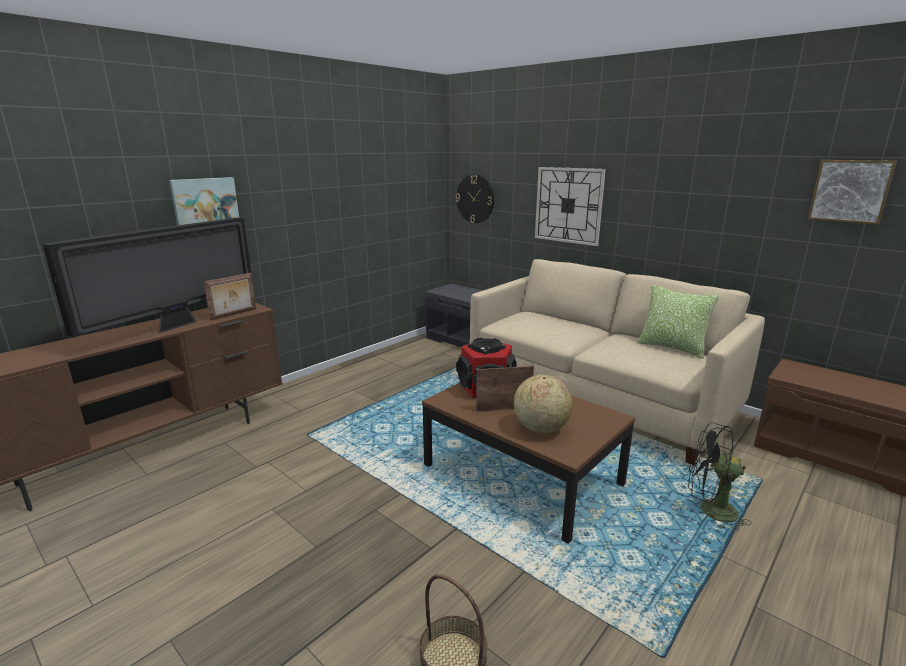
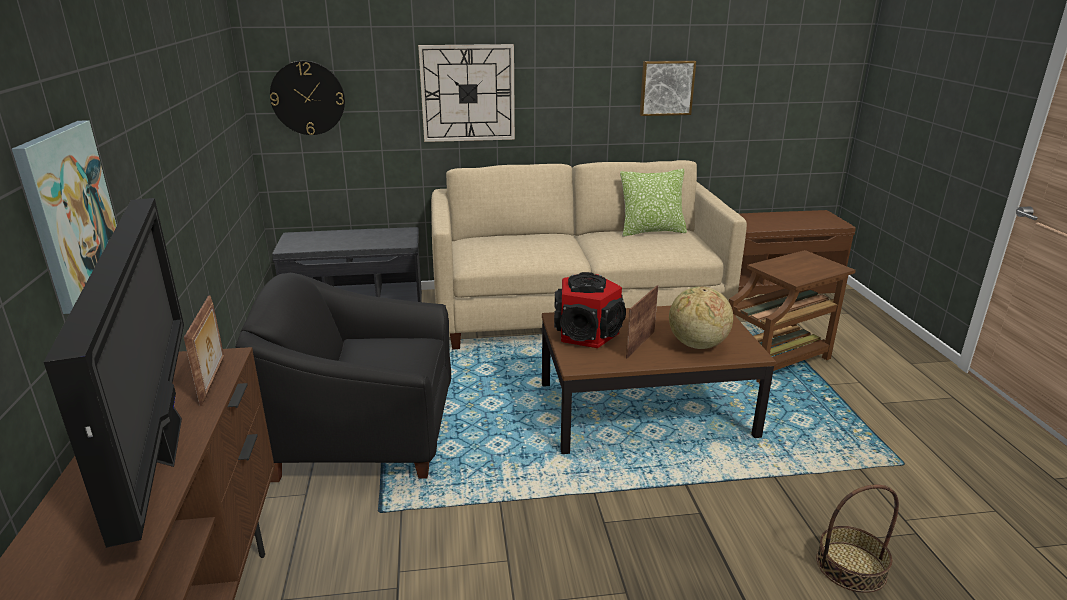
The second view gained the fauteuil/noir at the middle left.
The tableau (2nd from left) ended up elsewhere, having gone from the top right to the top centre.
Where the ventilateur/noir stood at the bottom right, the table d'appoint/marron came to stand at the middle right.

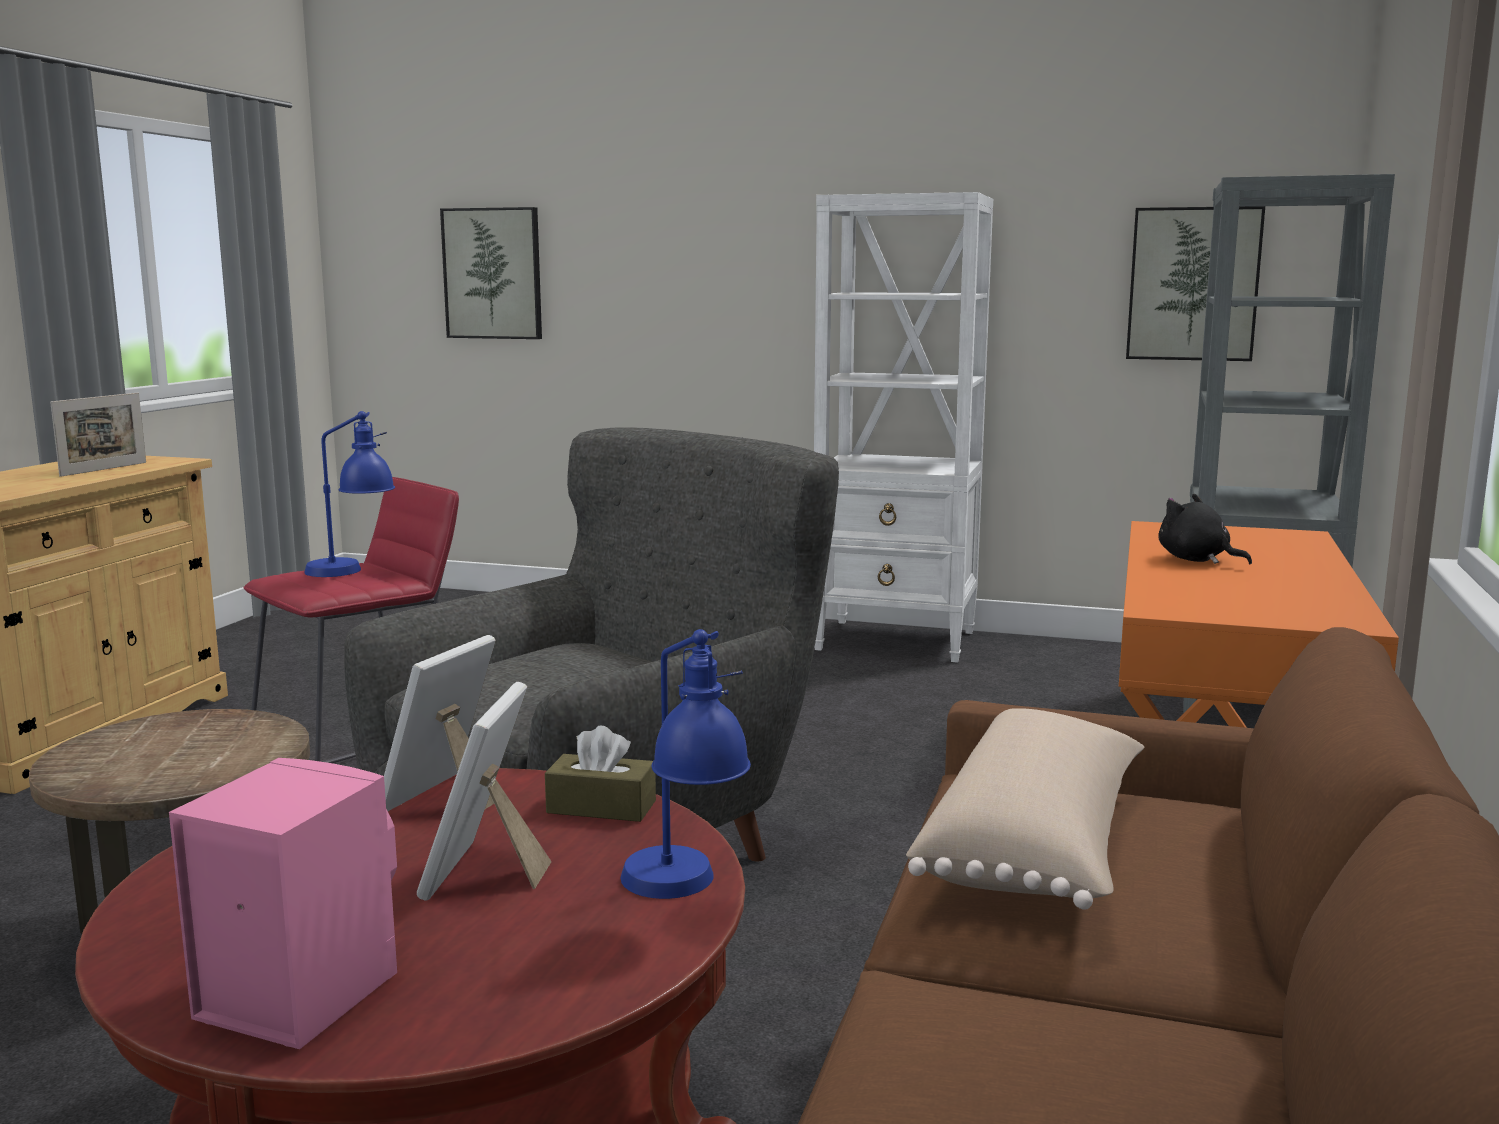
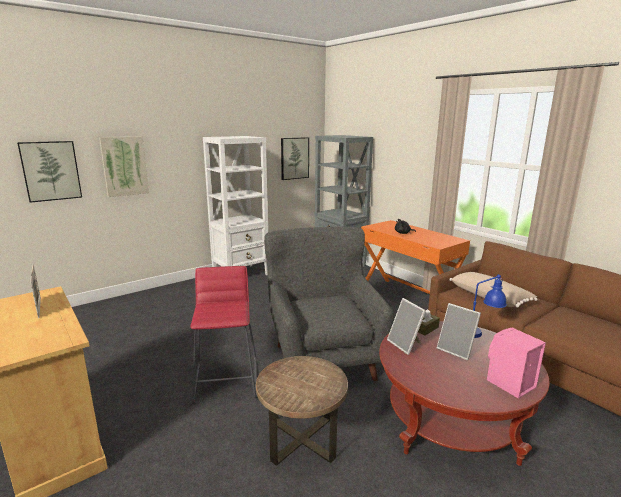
The second view gained the tableau (2nd from left) at the middle left.
The second view lost the lampe de table/bleu (1st from left) at the middle left.

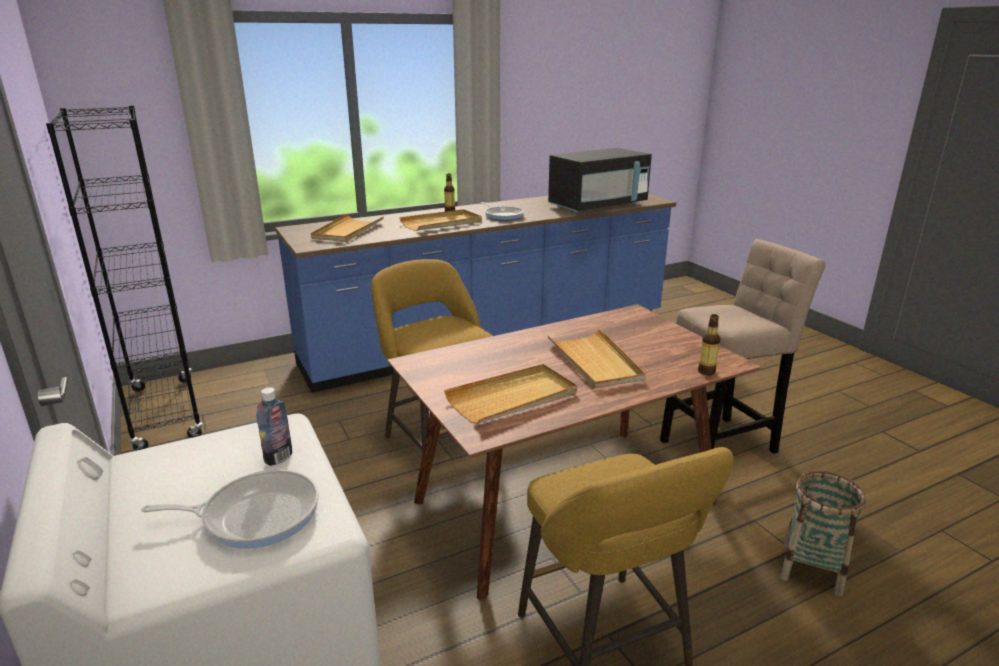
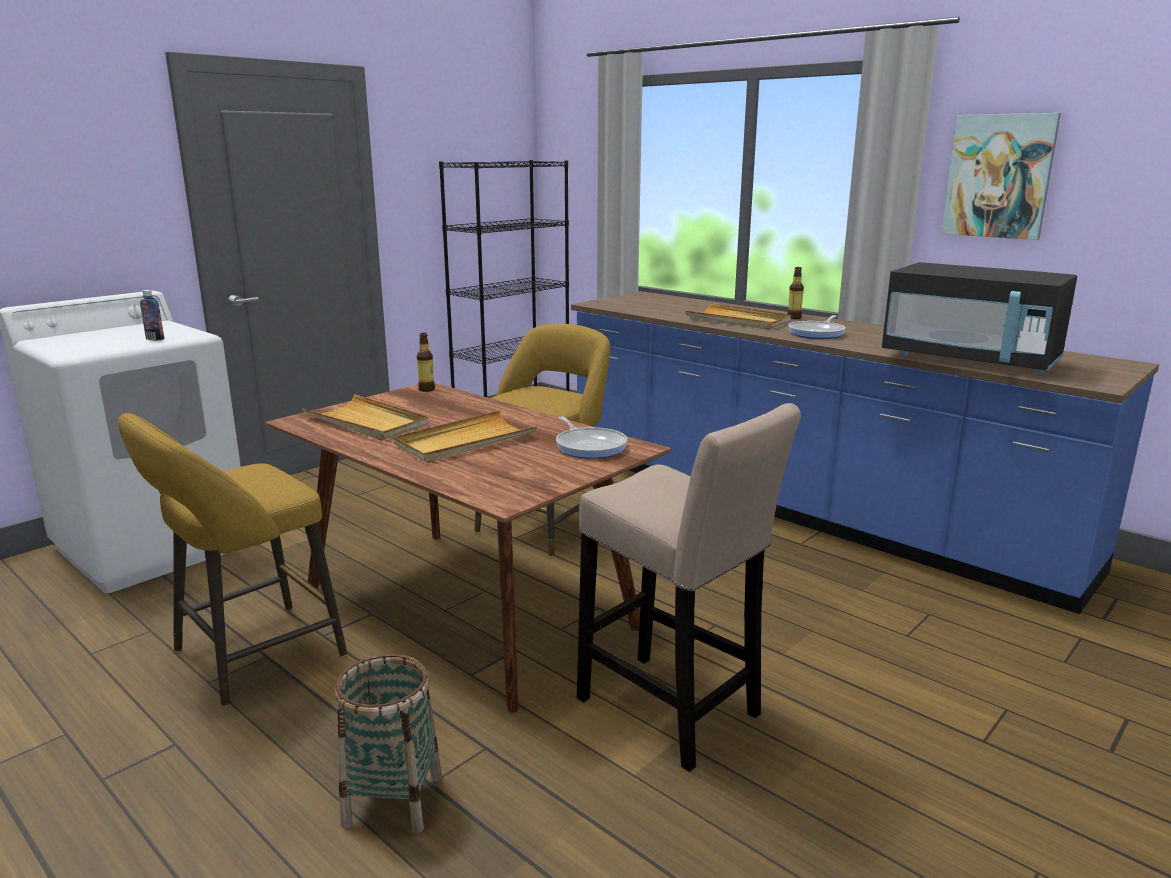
The bouteille (3rd from left in the first image) ended up elsewhere, having gone from the middle right to the centre.
The poêle (1st from left) ended up elsewhere, having gone from the bottom left to the centre.
The second view gained the tableau at the top right.
The second view lost the plateau/beige (1st from left) at the centre.

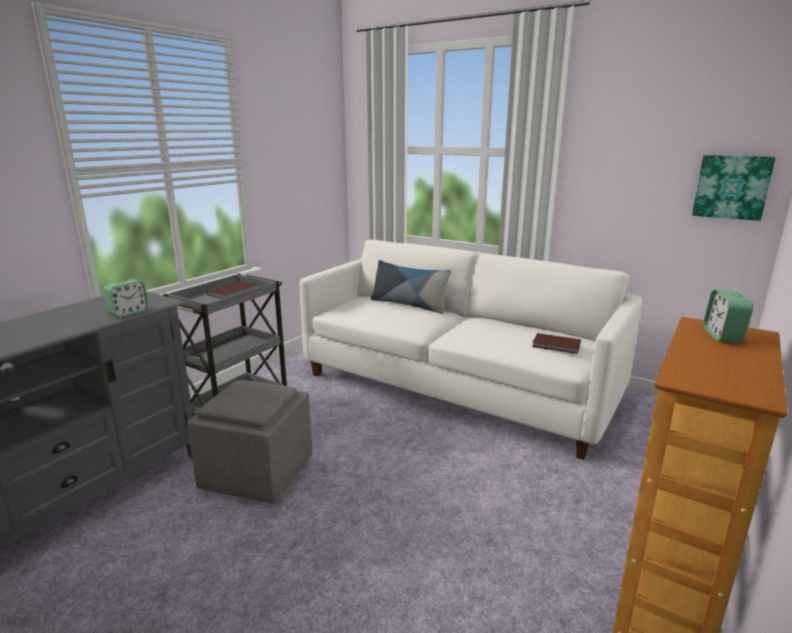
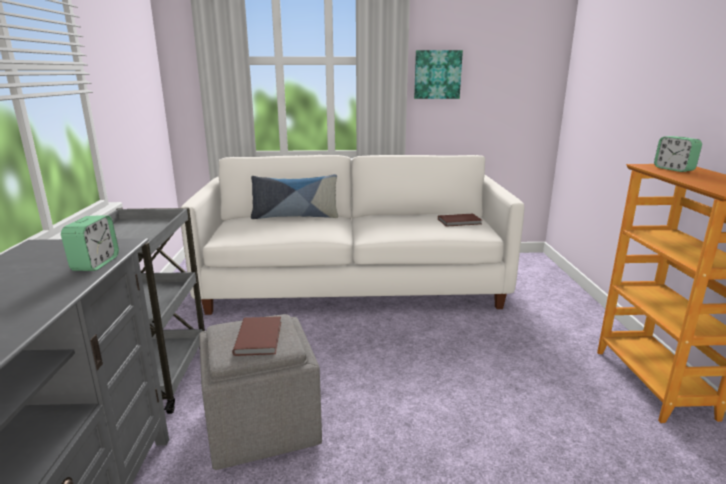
The livre/marron (1st from left) ended up elsewhere, having gone from the middle left to the bottom centre.
The tableau ended up elsewhere, having gone from the top right to the top centre.

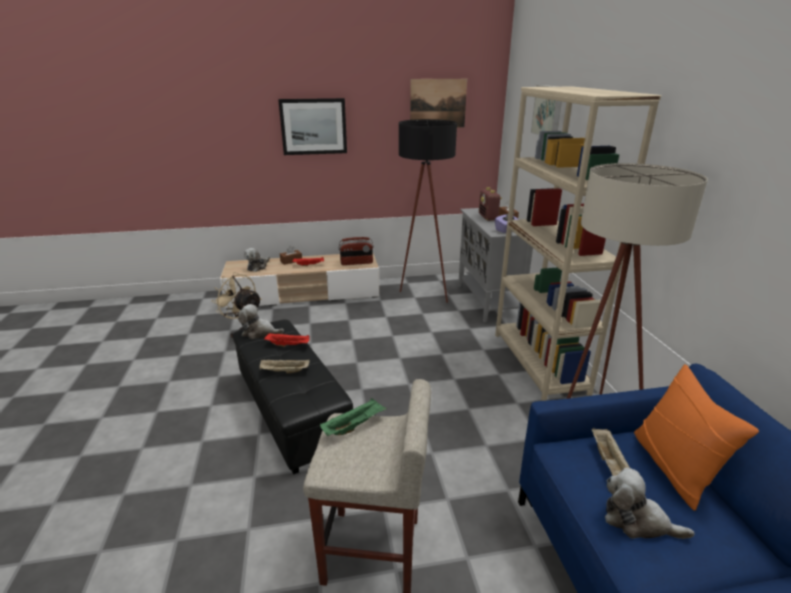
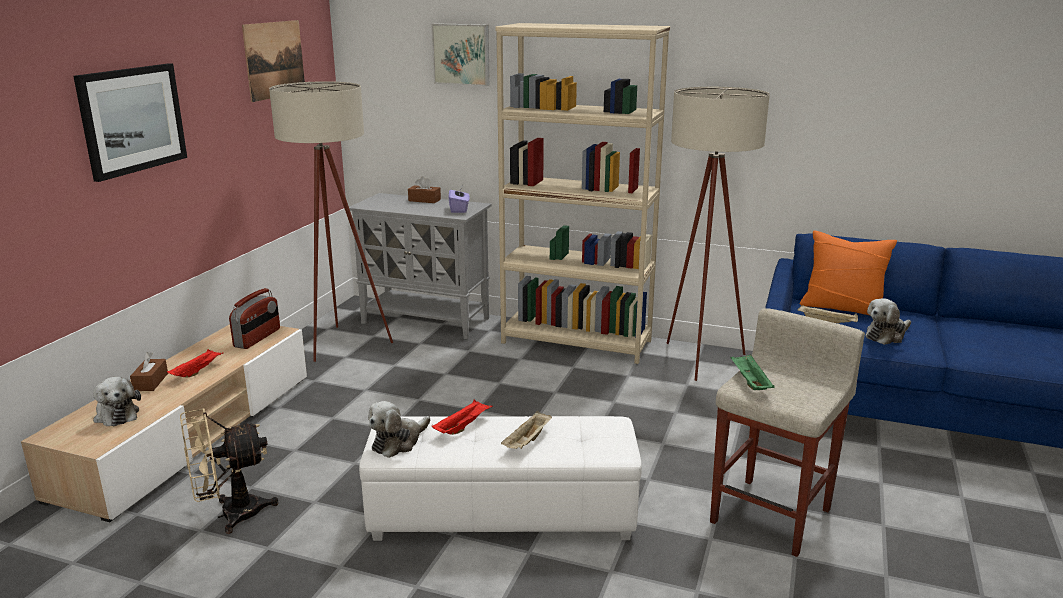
What was the lampadaire/noir at the centre turned into the lampadaire/beige (1st from left) at the middle left.
What was the pouf/noir at the bottom centre turned into the pouf/blanc at the bottom centre.
The second view lost the radio (2nd from left) at the centre.

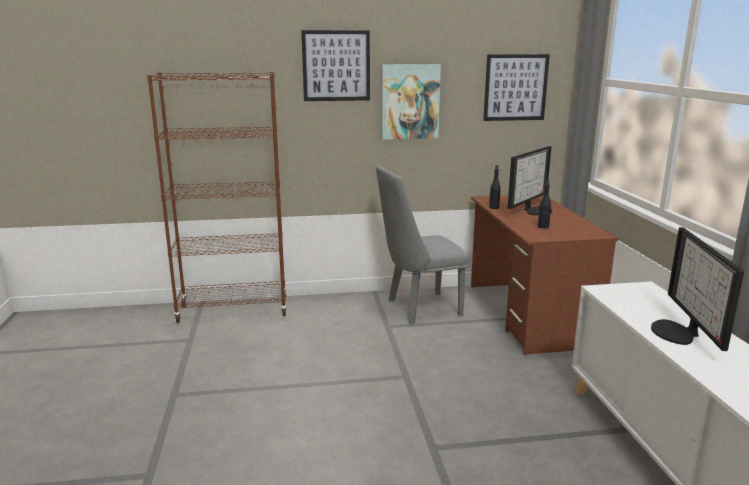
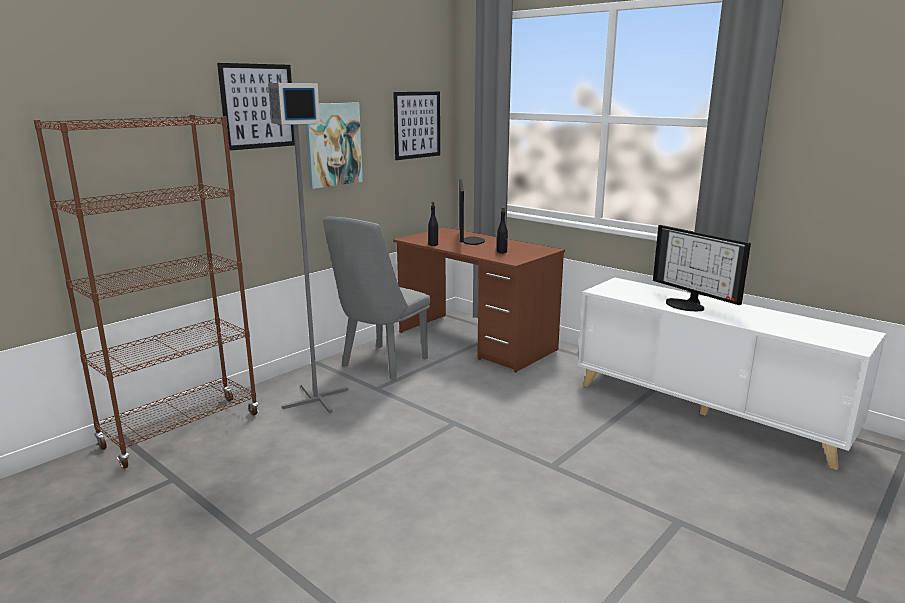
The second view gained the lampadaire/gris at the centre.

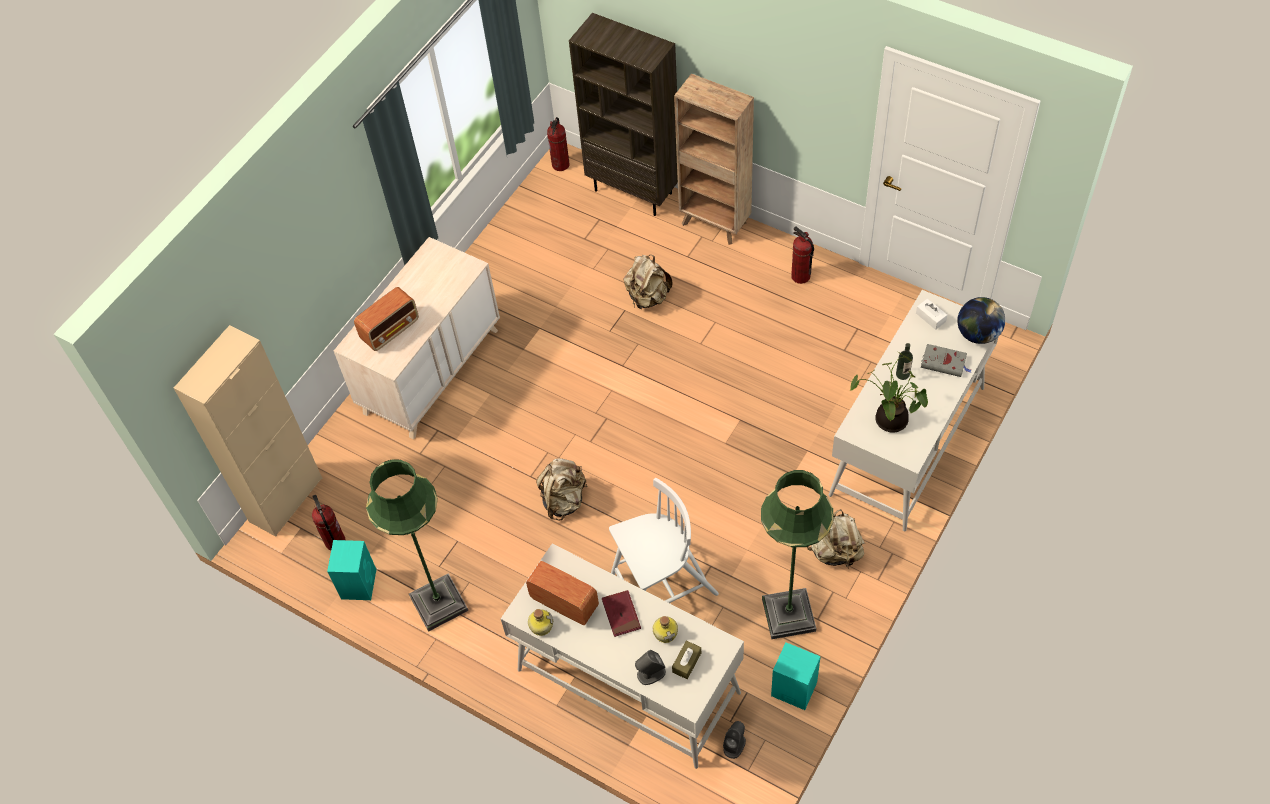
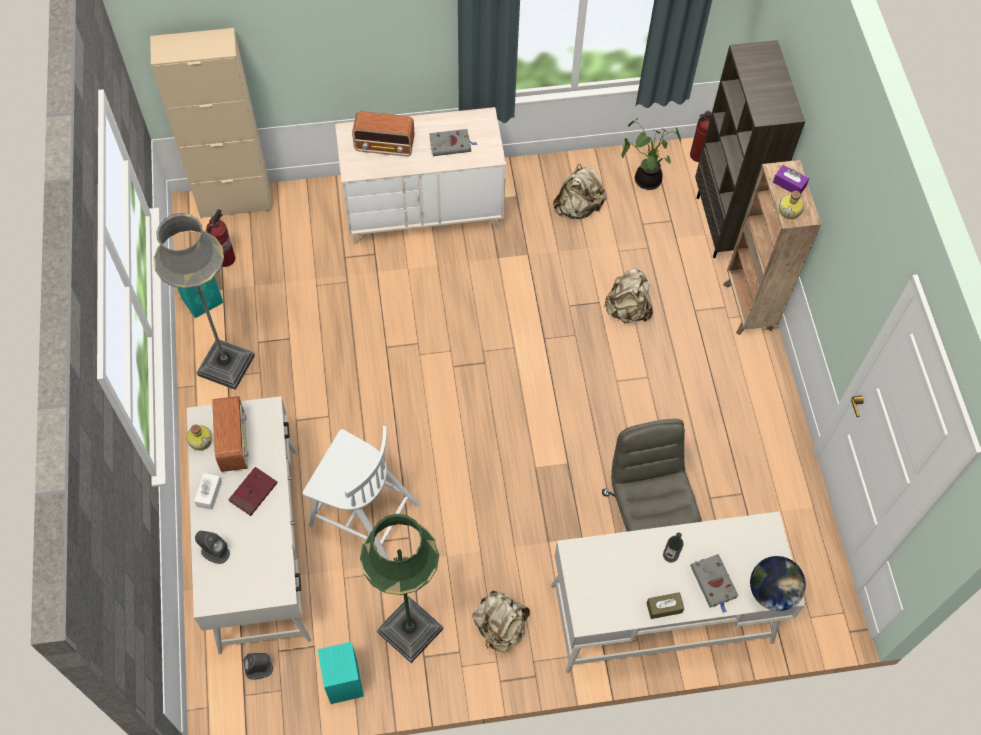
What was the lampadaire/vert (1st from left) at the bottom left turned into the lampadaire/gris at the middle left.
The boîte à mouchoirs/blanc ended up elsewhere, having gone from the middle right to the bottom left.
The second view gained the livre/gris (1st from left) at the top centre.
The sac à dos/beige (1st from left in the first image) ended up elsewhere, having gone from the centre to the top centre.
The second view gained the chaise de bureau/gris at the centre.
The plante en pot ended up elsewhere, having gone from the middle right to the top centre.
The boîte à mouchoirs/marron ended up elsewhere, having gone from the bottom centre to the bottom right.
The second view gained the boîte à mouchoirs/violet at the top right.
The bouteille (2nd from left in the first image) ended up elsewhere, having gone from the bottom centre to the top right.
The second view lost the extincteur (3rd from left) at the top centre.

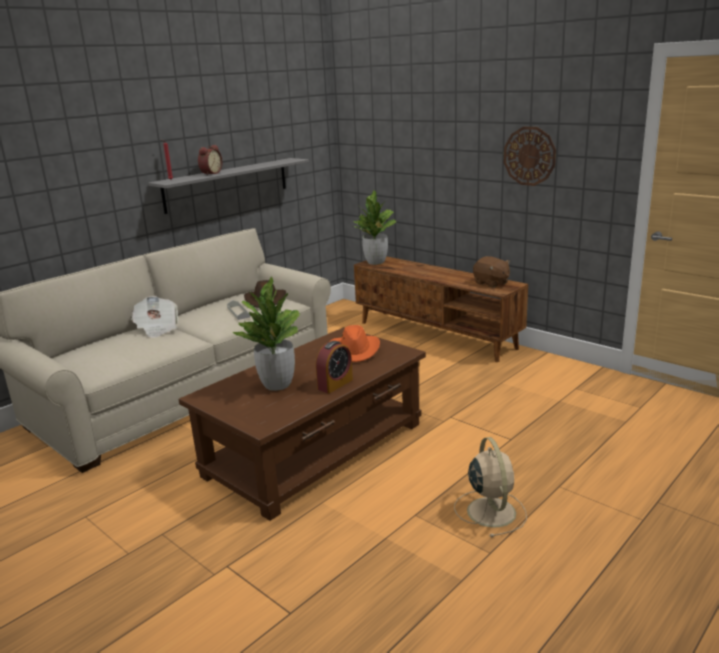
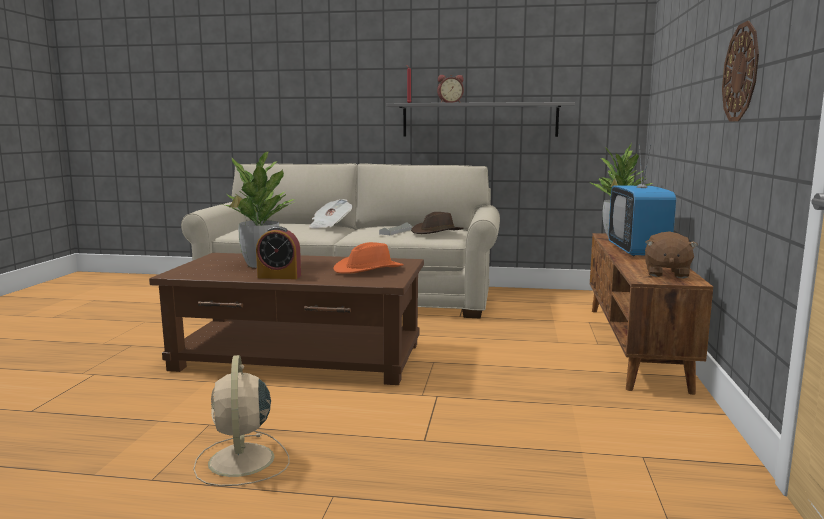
The ventilateur/beige at the bottom right ended up facing another way, 120 degrees clockwise from before.
The second view gained the téléviseur at the middle right.

